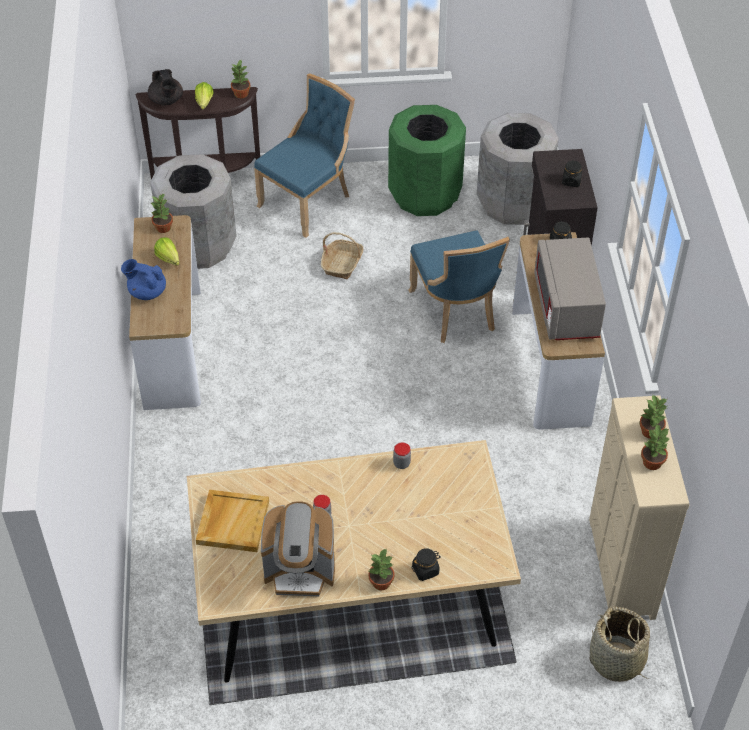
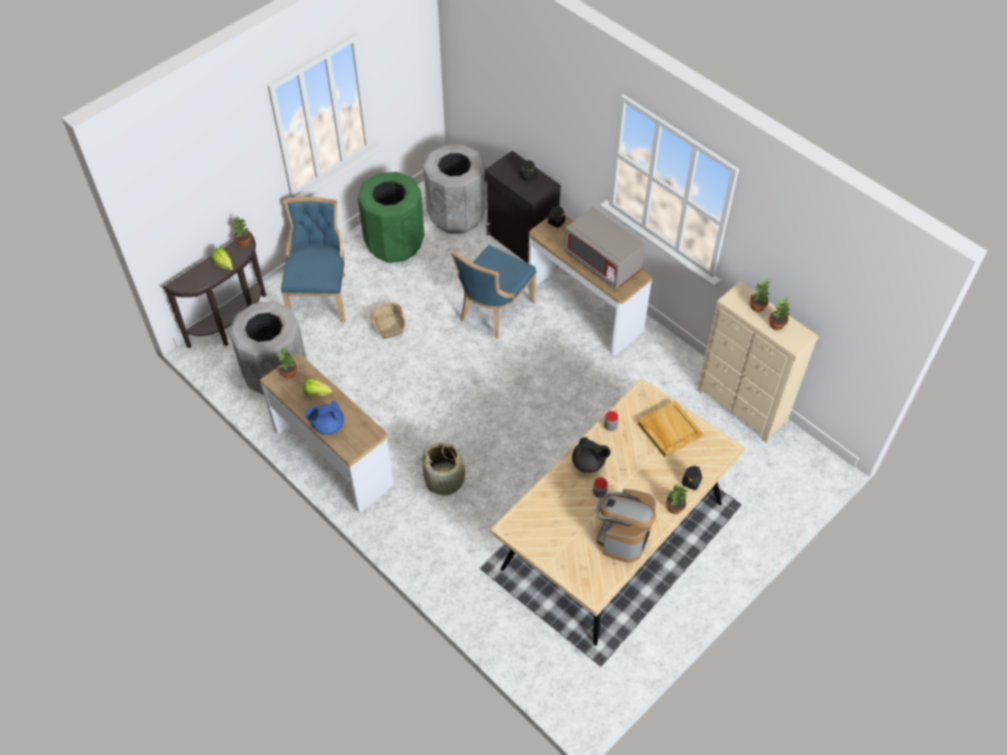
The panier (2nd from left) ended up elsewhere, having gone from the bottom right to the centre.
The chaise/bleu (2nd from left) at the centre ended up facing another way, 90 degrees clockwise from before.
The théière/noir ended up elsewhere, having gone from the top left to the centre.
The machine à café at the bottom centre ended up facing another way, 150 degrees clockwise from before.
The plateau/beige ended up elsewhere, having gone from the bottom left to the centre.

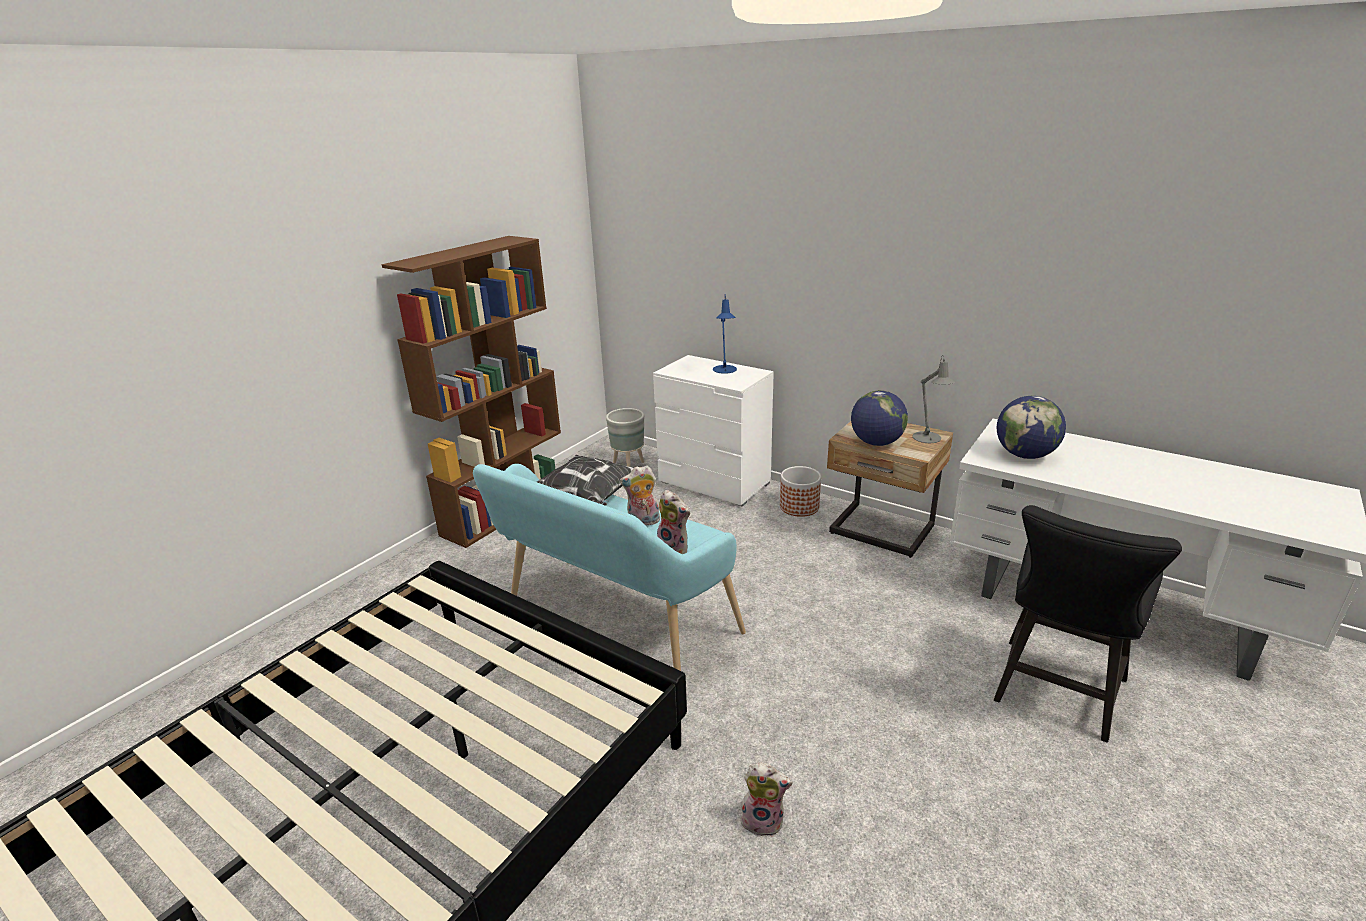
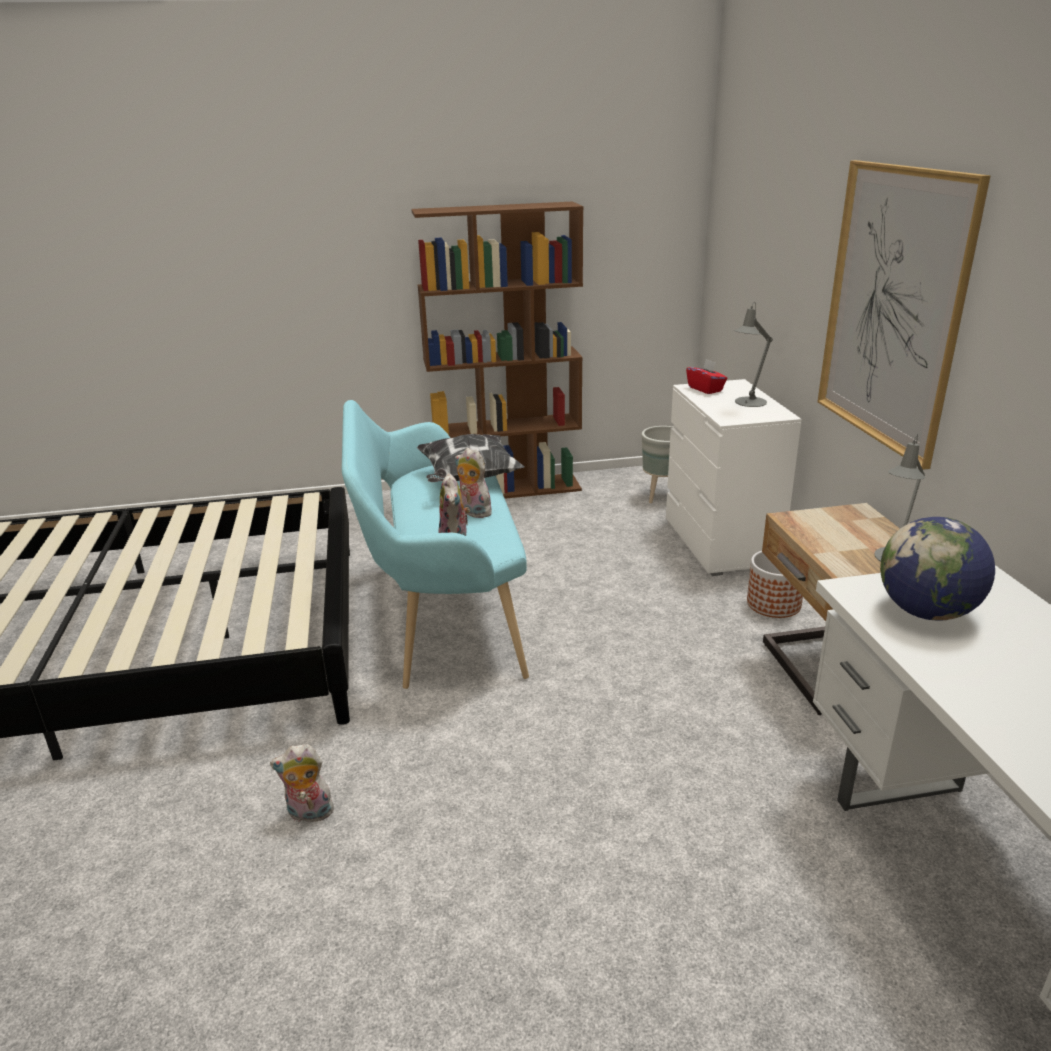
The peluche (3rd from left in the first image) at the bottom centre ended up facing another way, 120 degrees clockwise from before.
The second view gained the boîte à mouchoirs/rouge at the middle right.
What was the lampe de table/bleu at the centre turned into the lampe de table/gris (1st from left) at the middle right.
The second view gained the tableau at the top right.
The second view lost the globe (1st from left) at the centre.
The second view lost the chaise/noir at the bottom right.

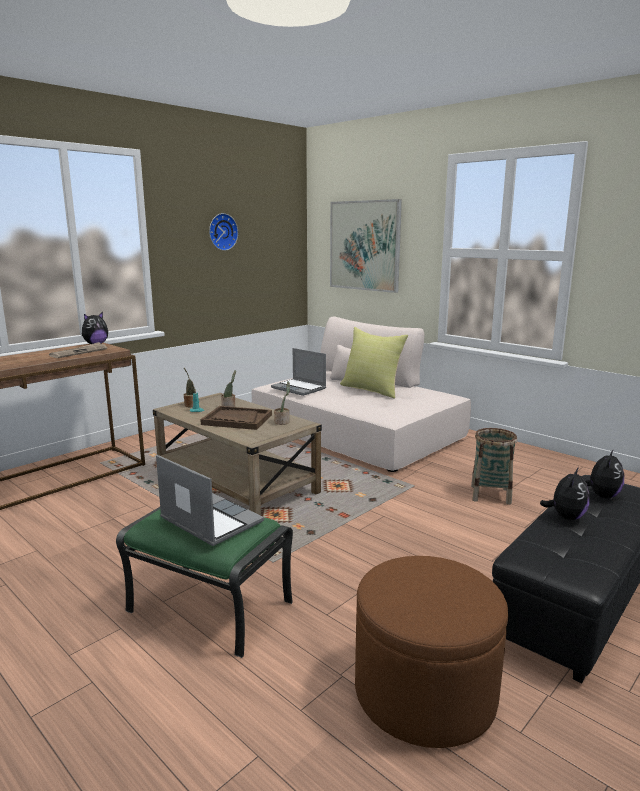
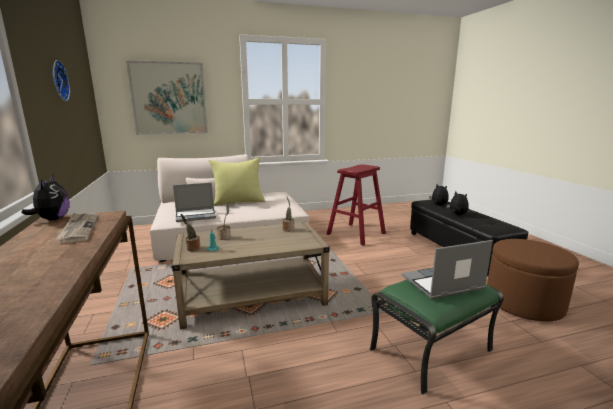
Where the panier stood at the middle right, the tabouret/rouge came to stand at the centre.
The second view lost the plateau/marron at the centre.

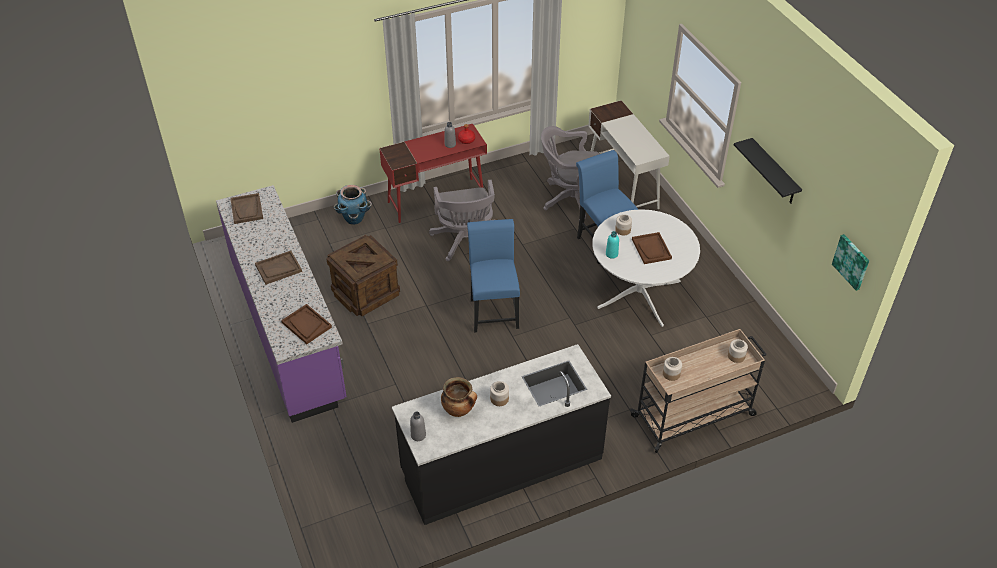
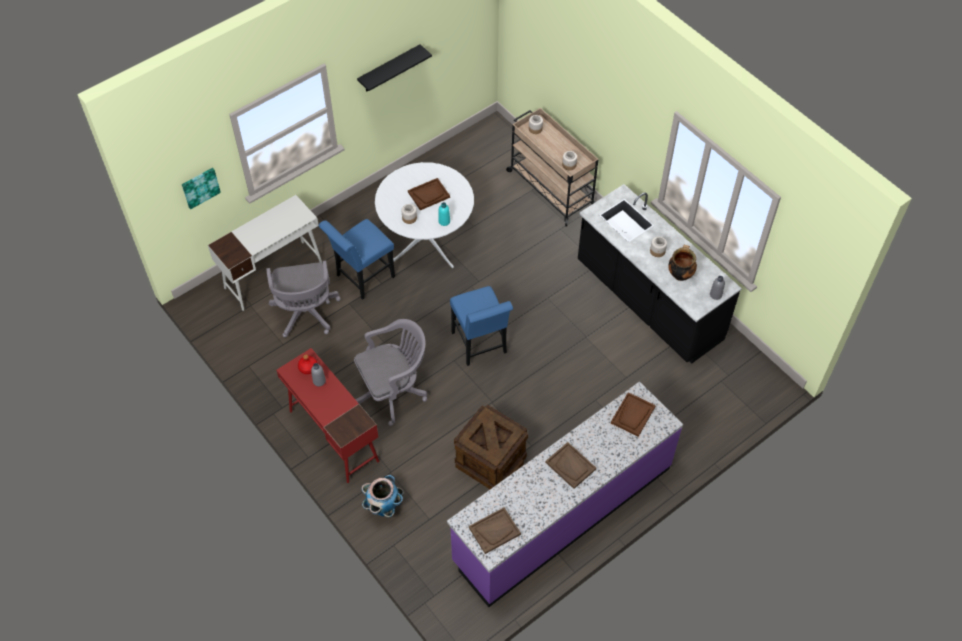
The tableau ended up elsewhere, having gone from the middle right to the top left.
The chaise/bleu (1st from left in the first image) at the centre ended up facing another way, 90 degrees counterclockwise from before.

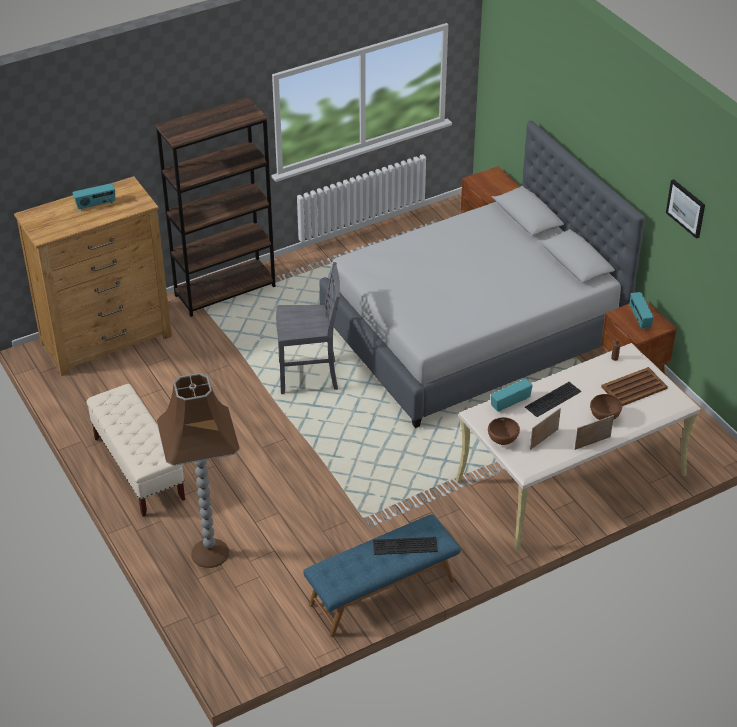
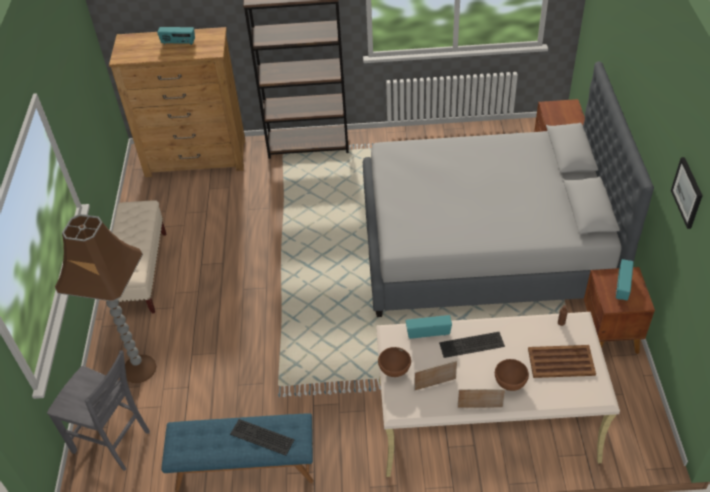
The chaise/gris ended up elsewhere, having gone from the centre to the bottom left.

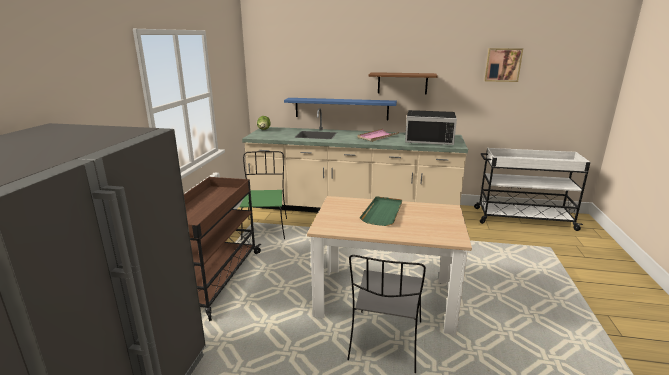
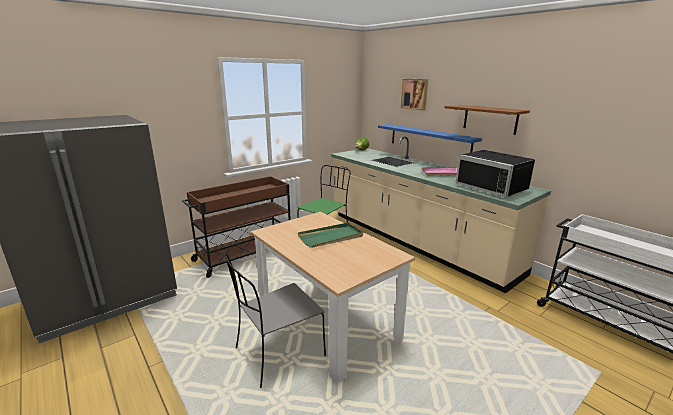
The tableau ended up elsewhere, having gone from the top right to the top centre.

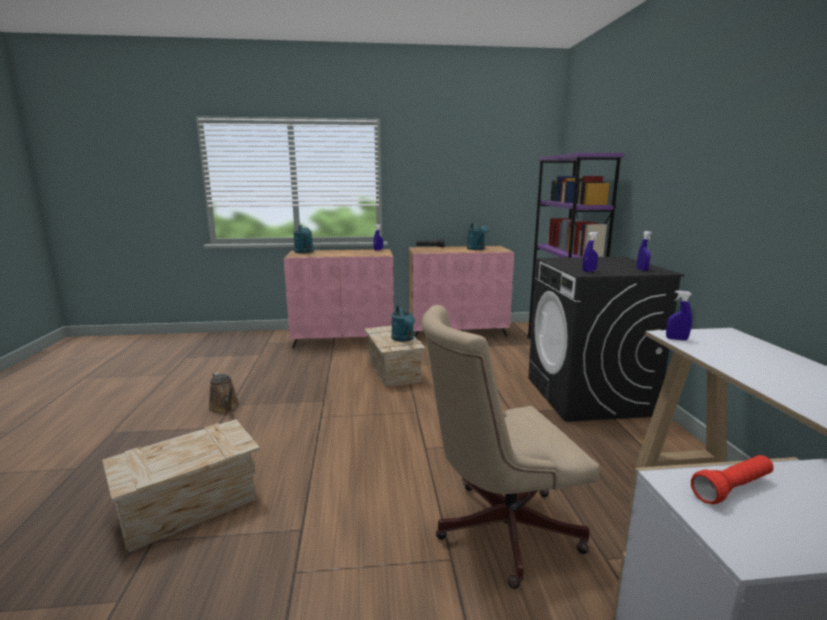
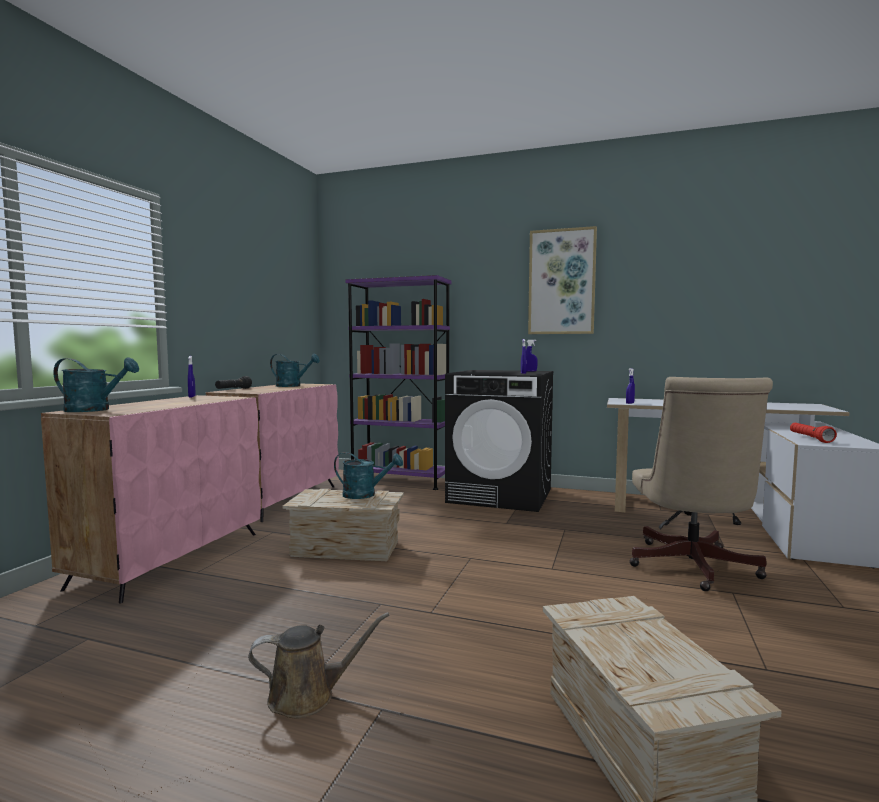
The second view gained the tableau at the centre.

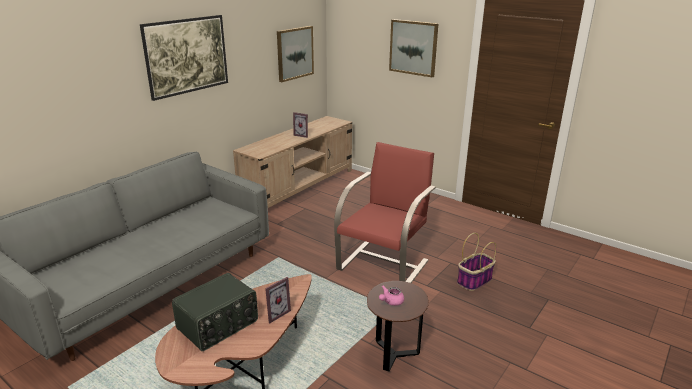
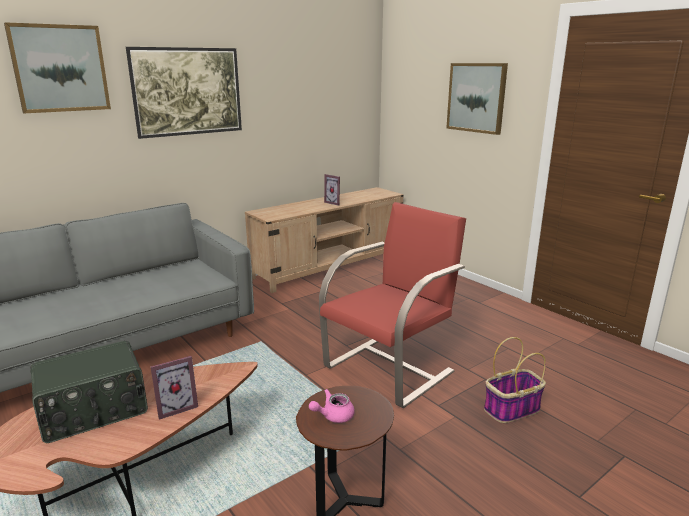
The tableau (2nd from left in the first image) ended up elsewhere, having gone from the top centre to the top left.

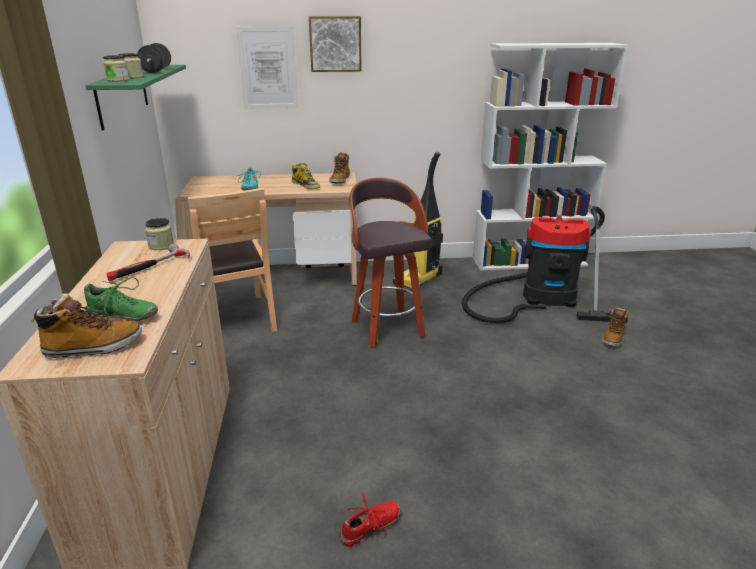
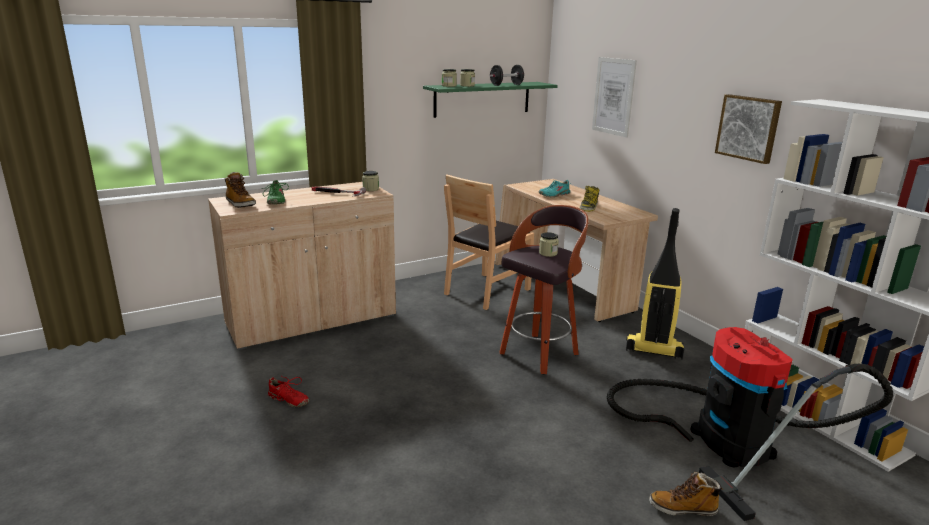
The second view gained the bocal (4th from left) at the centre.
The tableau (2nd from left) ended up elsewhere, having gone from the top centre to the top right.
The second view lost the botte (3rd from left) at the top centre.

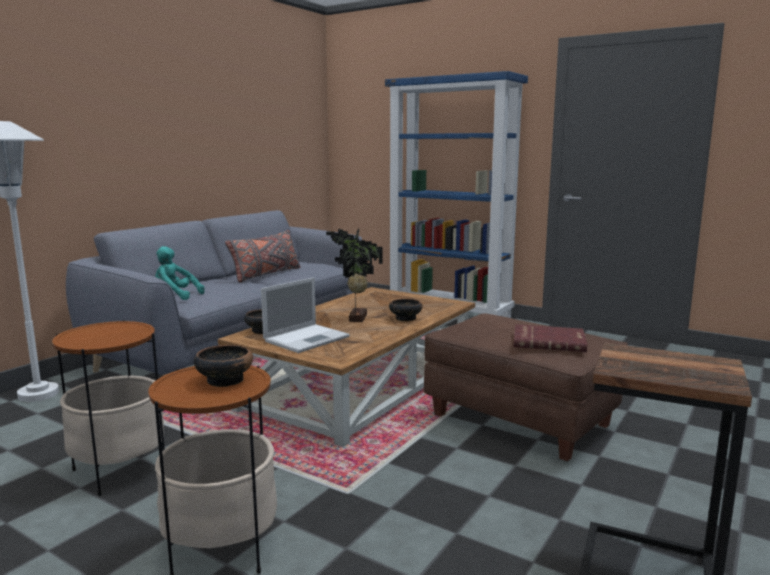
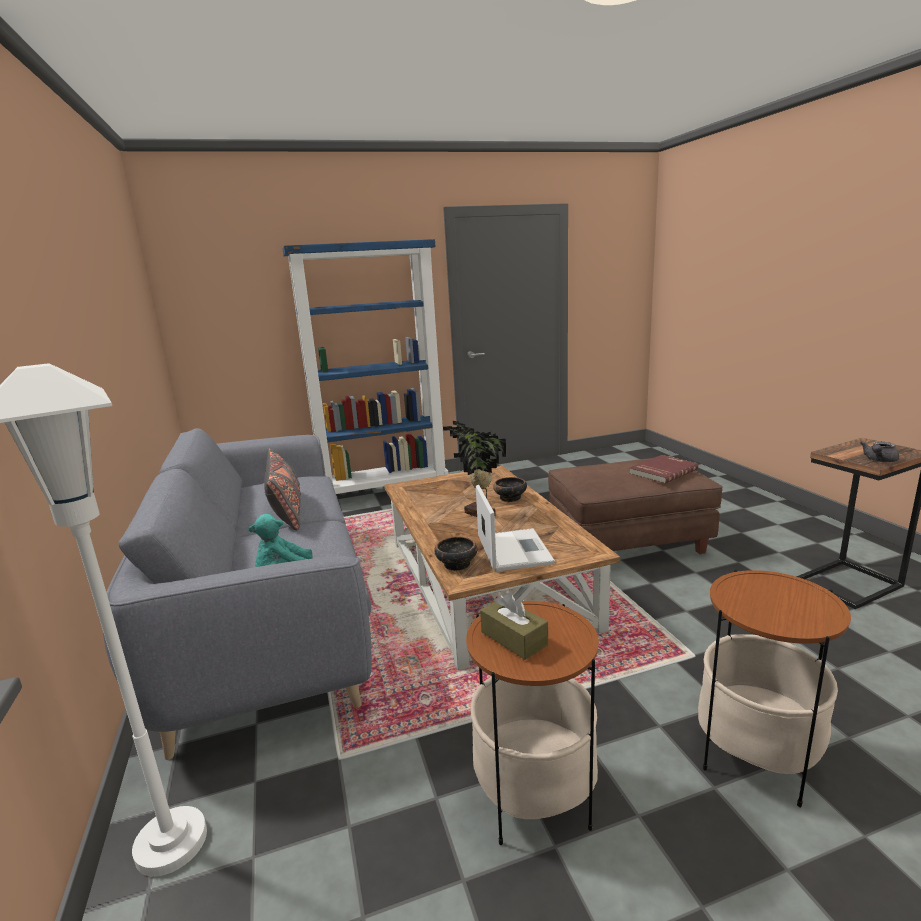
The second view gained the boîte à mouchoirs/marron at the bottom centre.
The second view gained the théière/gris at the middle right.
The second view lost the bol (1st from left) at the middle left.

